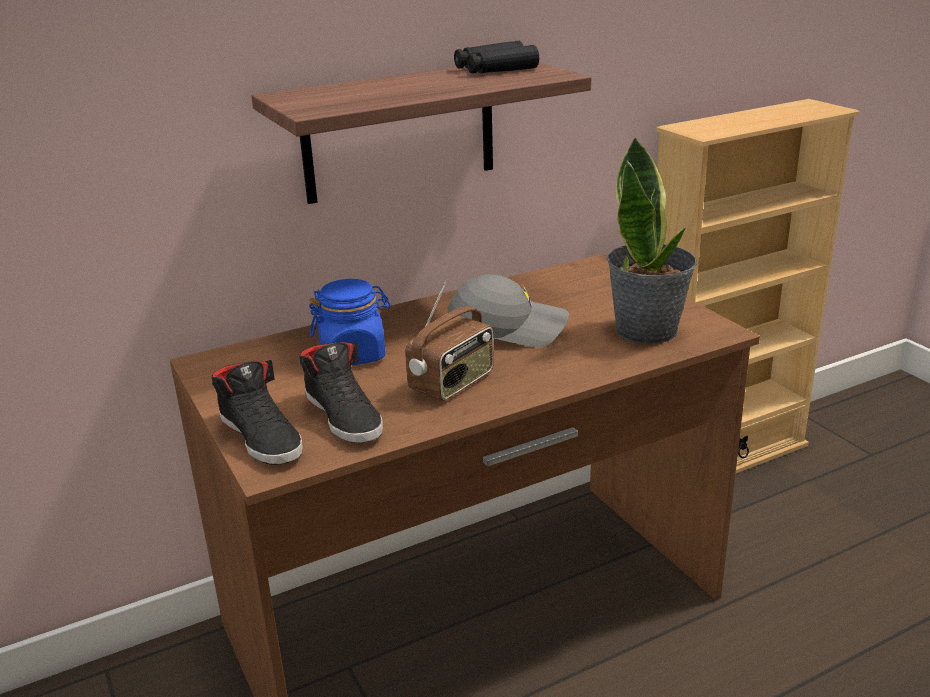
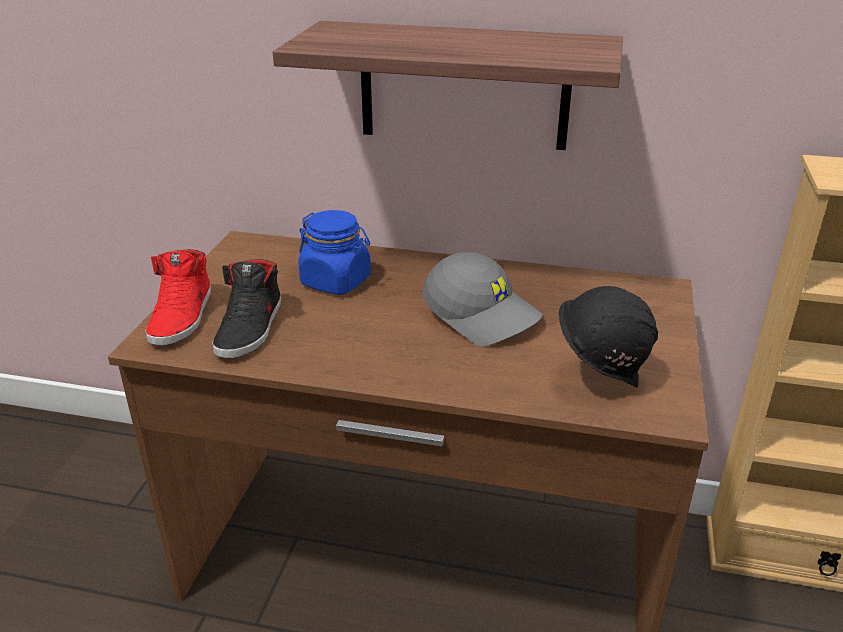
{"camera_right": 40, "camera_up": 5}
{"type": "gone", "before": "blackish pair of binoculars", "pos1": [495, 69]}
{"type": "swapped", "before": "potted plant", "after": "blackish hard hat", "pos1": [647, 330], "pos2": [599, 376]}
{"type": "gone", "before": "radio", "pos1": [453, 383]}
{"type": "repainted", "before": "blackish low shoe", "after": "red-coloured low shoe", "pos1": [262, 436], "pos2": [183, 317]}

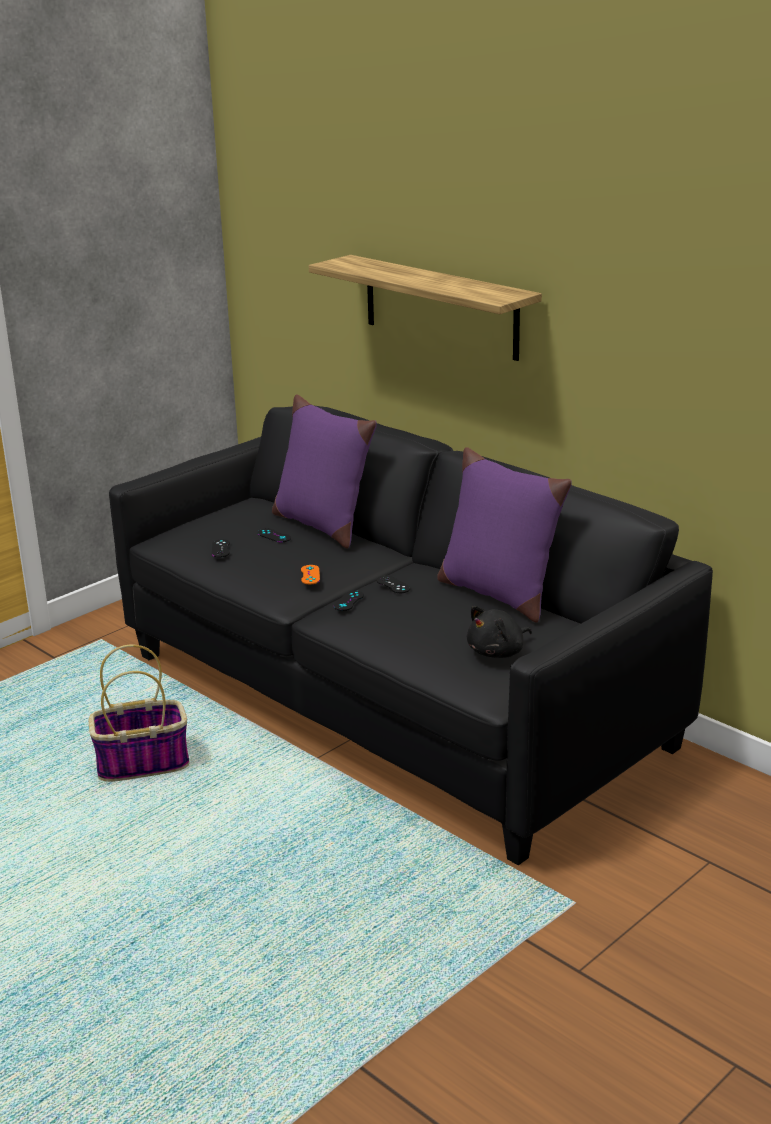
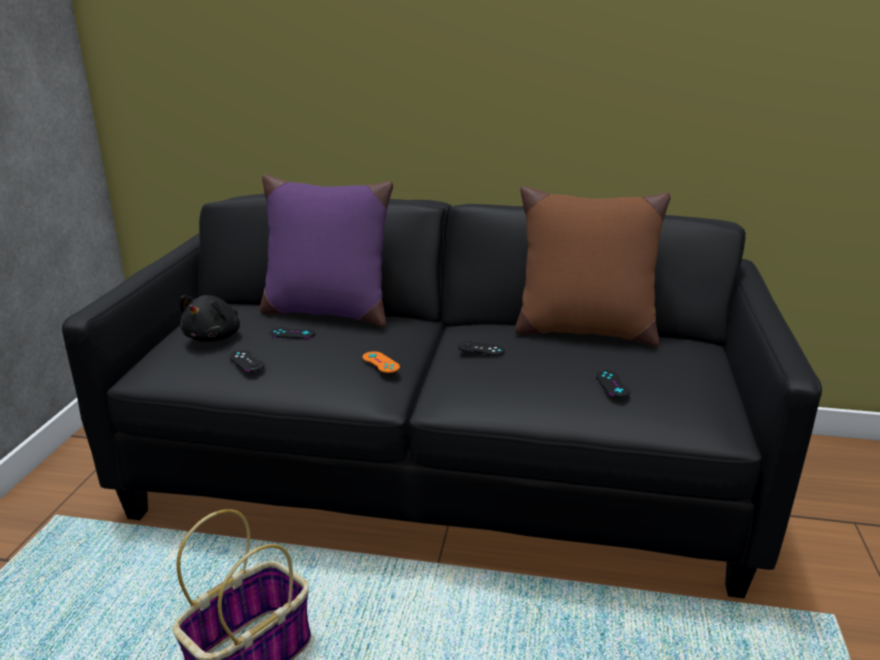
{"camera_right": -35, "camera_up": 0}
{"type": "gone", "before": "bracket shelf", "pos1": [440, 307]}
{"type": "repainted", "before": "purplish cushion", "after": "brownish cushion", "pos1": [498, 593], "pos2": [583, 331]}
{"type": "shifted", "before": "blackish gamepad", "pos1": [349, 601], "pos2": [612, 384]}
{"type": "shifted", "before": "blackish plush toy", "pos1": [498, 652], "pos2": [214, 337]}

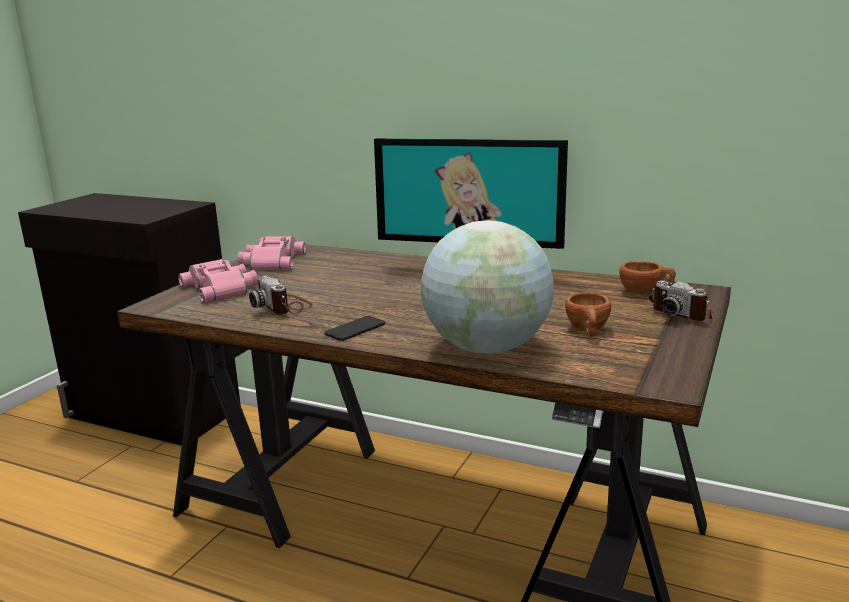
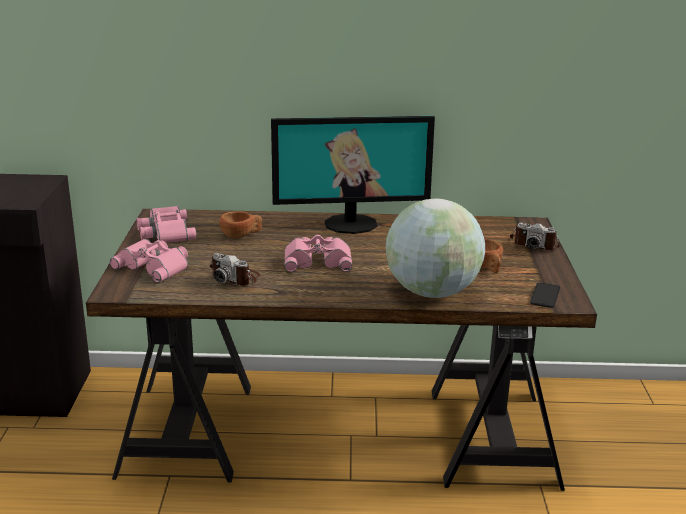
{"camera_right": -25, "camera_up": 5}
{"type": "shifted", "before": "brownish cup", "pos1": [646, 292], "pos2": [241, 236]}
{"type": "shifted", "before": "phone", "pos1": [355, 329], "pos2": [545, 296]}
{"type": "new", "after": "pink pair of binoculars", "pos2": [318, 260]}

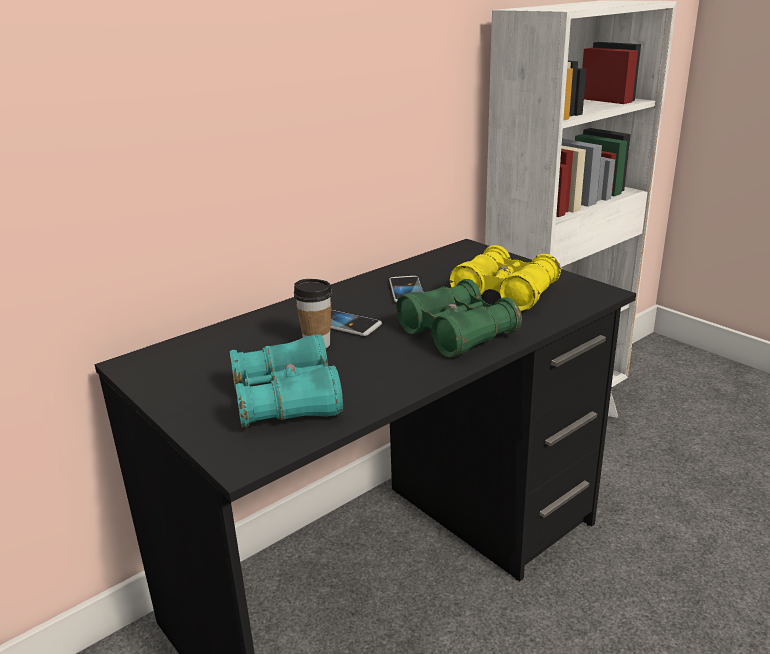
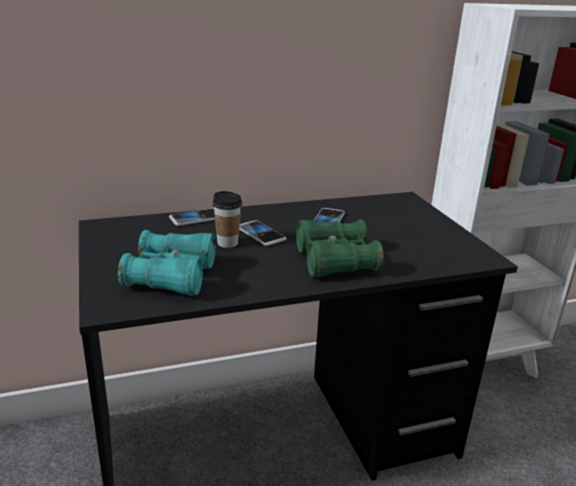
{"camera_right": 20, "camera_up": 0}
{"type": "gone", "before": "yellow-coloured pair of binoculars", "pos1": [505, 293]}
{"type": "new", "after": "phone", "pos2": [196, 218]}

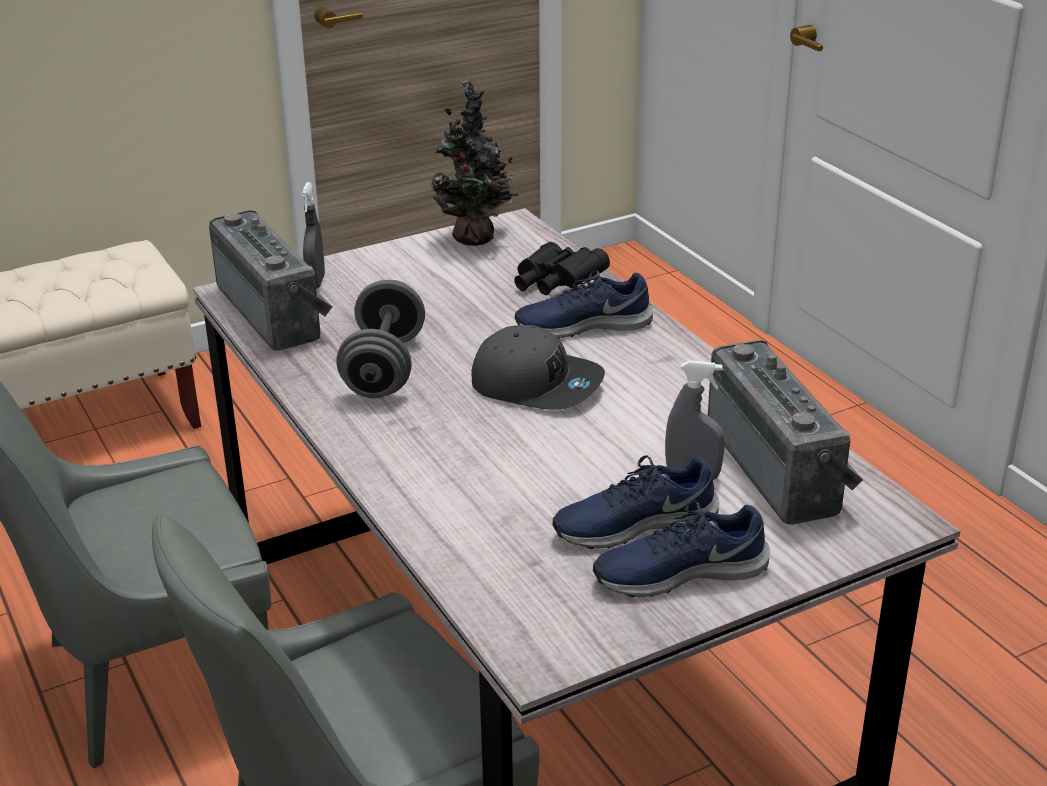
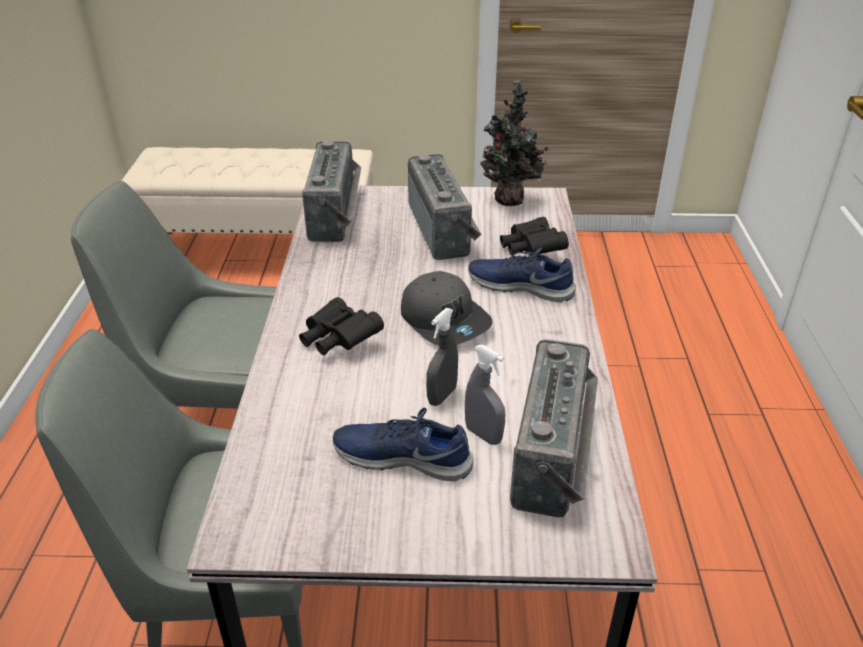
{"camera_right": 30, "camera_up": 5}
{"type": "shifted", "before": "gray sprayer", "pos1": [316, 282], "pos2": [442, 396]}
{"type": "gone", "before": "gray free weight", "pos1": [384, 368]}
{"type": "gone", "before": "blue-coloured low shoe", "pos1": [679, 572]}
{"type": "new", "after": "radio", "pos2": [444, 230]}
{"type": "new", "after": "blackish pair of binoculars", "pos2": [338, 340]}

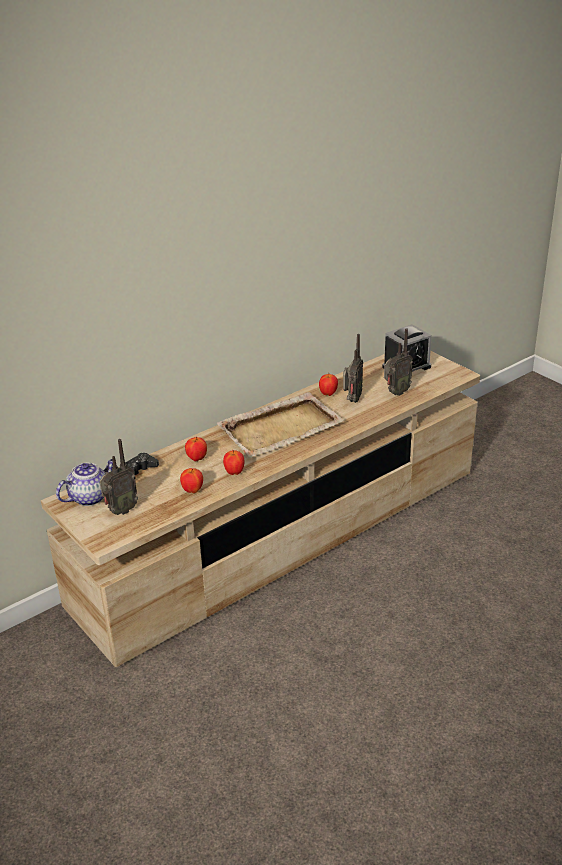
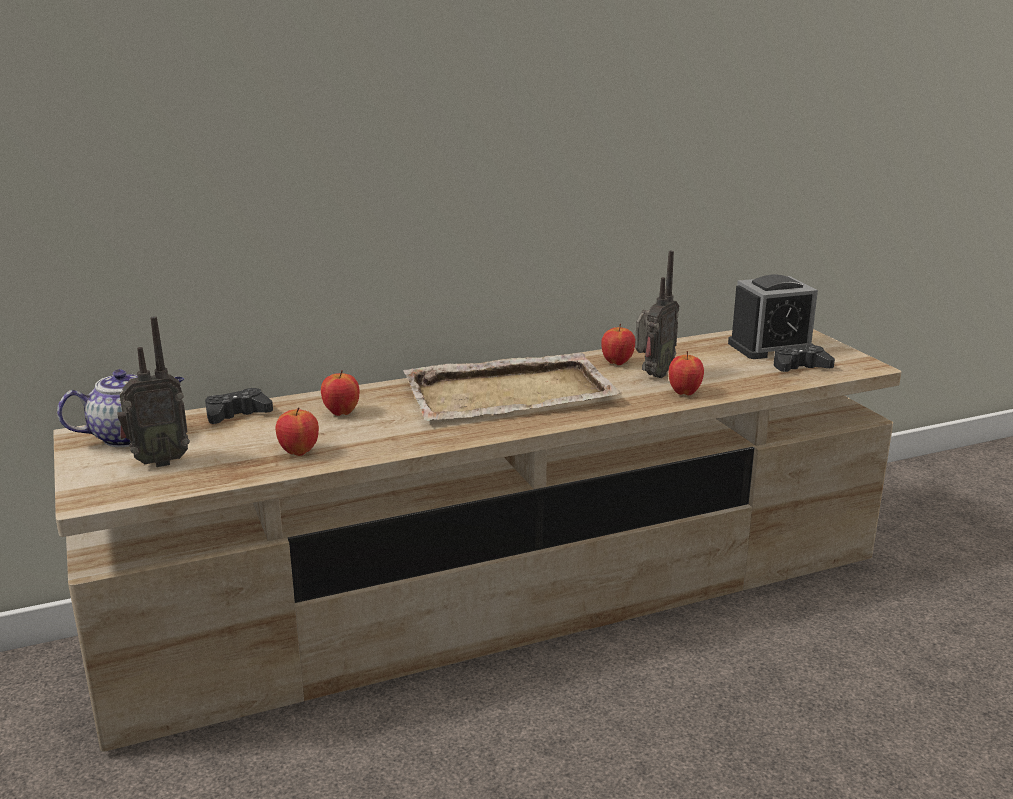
{"camera_right": 15, "camera_up": -10}
{"type": "gone", "before": "radio", "pos1": [395, 393]}
{"type": "shifted", "before": "apple fruit", "pos1": [234, 472], "pos2": [684, 393]}
{"type": "new", "after": "blackish gamepad", "pos2": [799, 367]}

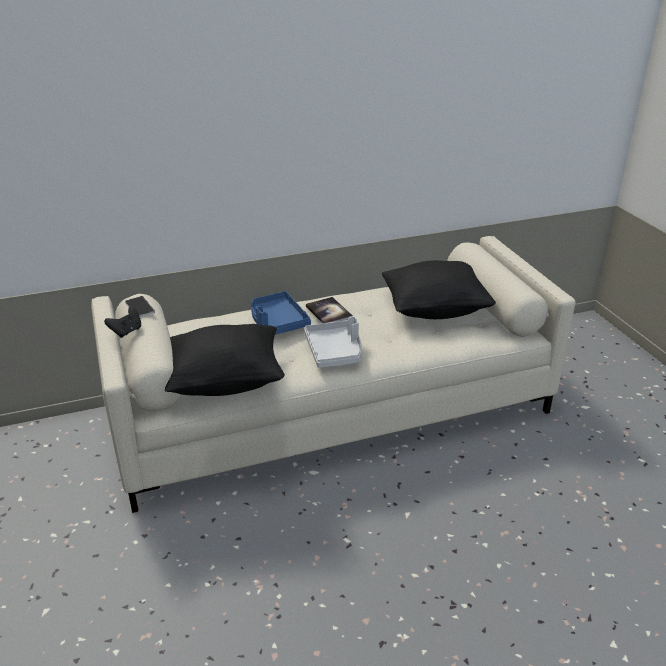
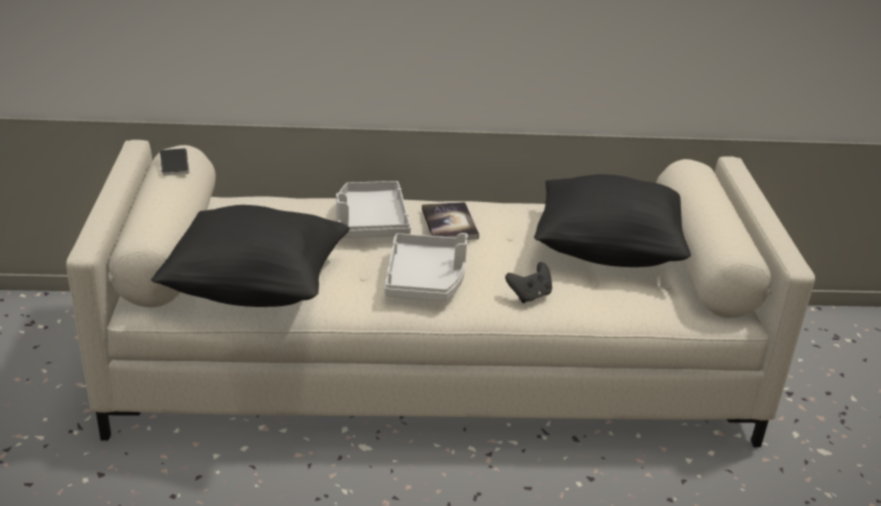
{"camera_right": 15, "camera_up": 0}
{"type": "repainted", "before": "blue-coloured carrying tray", "after": "gray carrying tray", "pos1": [277, 322], "pos2": [370, 222]}
{"type": "shifted", "before": "blackish gamepad", "pos1": [126, 332], "pos2": [530, 295]}

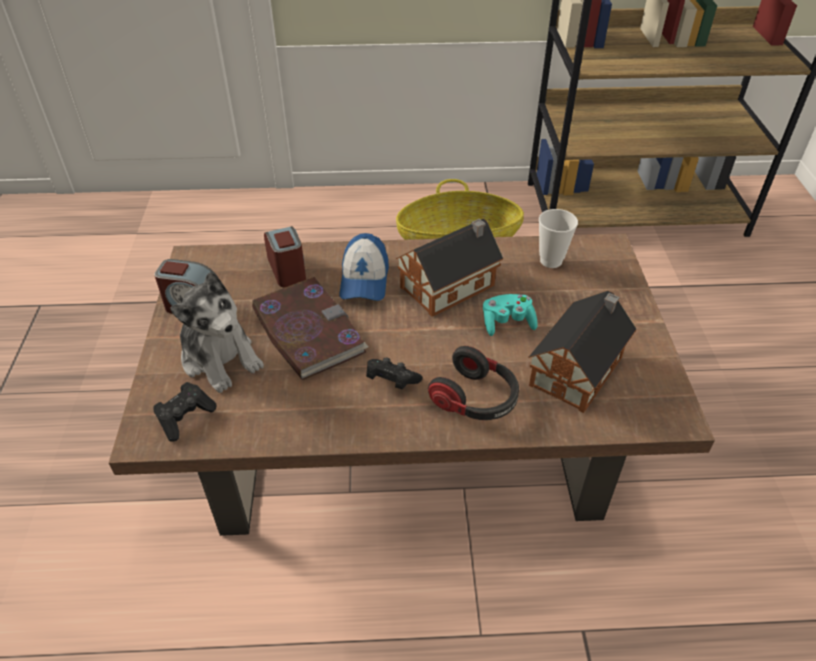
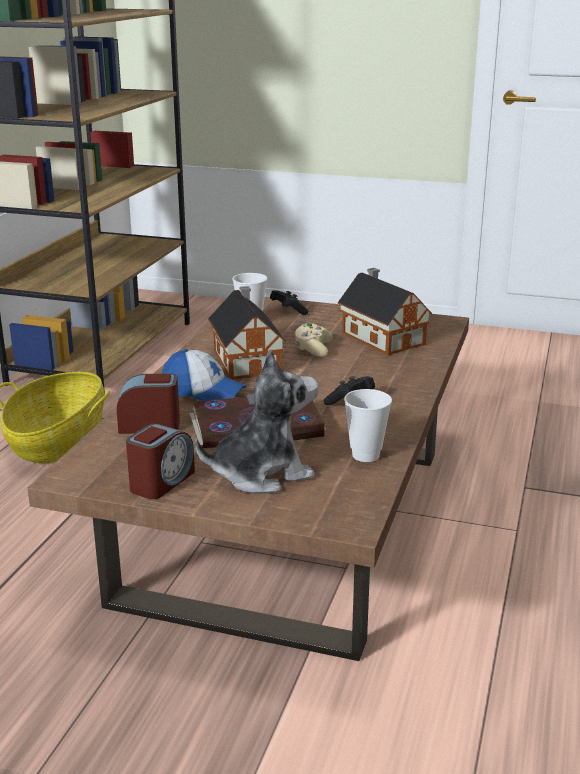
{"camera_right": -70, "camera_up": -20}
{"type": "repainted", "before": "turquoise gamepad", "after": "beige-coloured gamepad", "pos1": [507, 323], "pos2": [313, 349]}
{"type": "gone", "before": "pair of headphones", "pos1": [476, 399]}
{"type": "shifted", "before": "blackish gamepad", "pos1": [185, 417], "pos2": [288, 311]}
{"type": "new", "after": "cup", "pos2": [365, 455]}

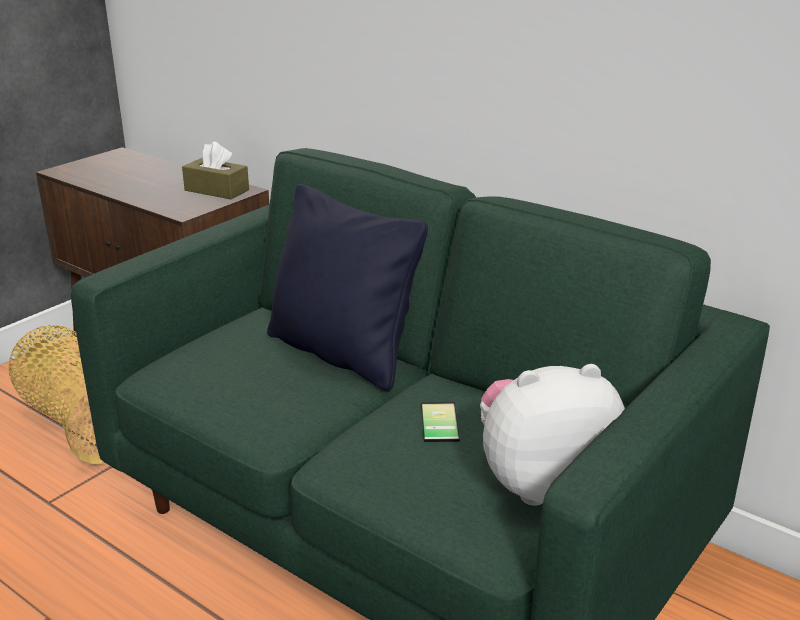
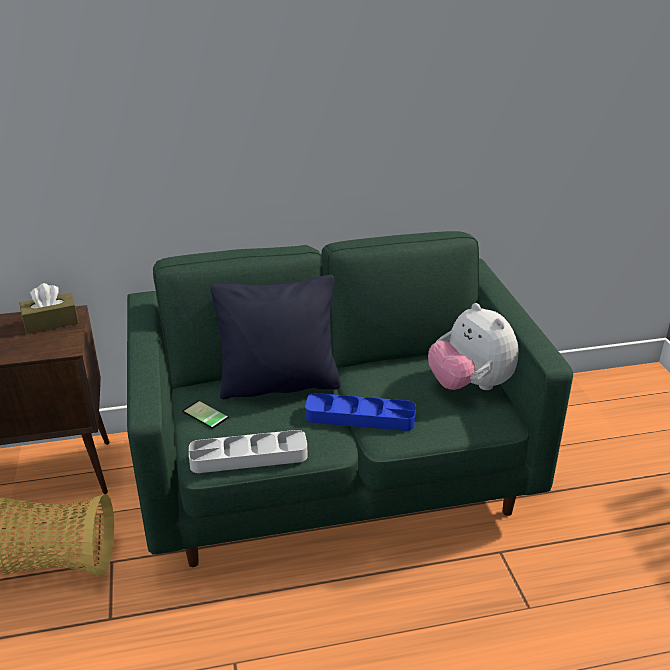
{"camera_right": -50, "camera_up": 5}
{"type": "rotated", "before": "plush toy", "pos1": [542, 483], "pos2": [470, 385], "turn": -60}
{"type": "shifted", "before": "phone", "pos1": [435, 422], "pos2": [203, 416]}
{"type": "new", "after": "blue-coloured carrying tray", "pos2": [360, 417]}
{"type": "new", "after": "gray carrying tray", "pos2": [248, 457]}

